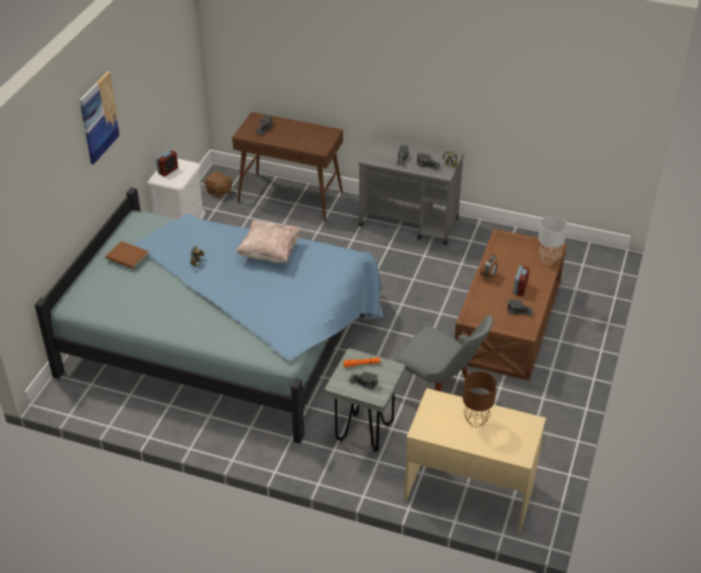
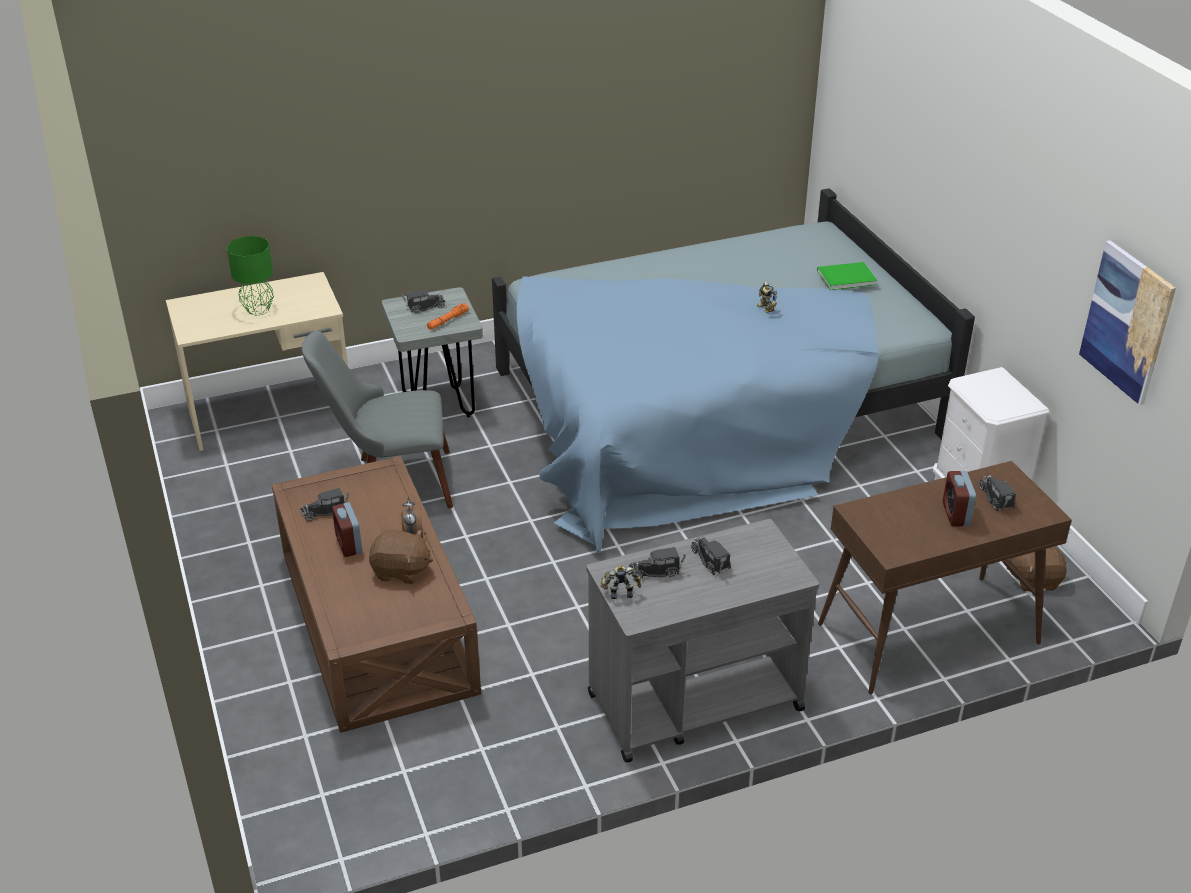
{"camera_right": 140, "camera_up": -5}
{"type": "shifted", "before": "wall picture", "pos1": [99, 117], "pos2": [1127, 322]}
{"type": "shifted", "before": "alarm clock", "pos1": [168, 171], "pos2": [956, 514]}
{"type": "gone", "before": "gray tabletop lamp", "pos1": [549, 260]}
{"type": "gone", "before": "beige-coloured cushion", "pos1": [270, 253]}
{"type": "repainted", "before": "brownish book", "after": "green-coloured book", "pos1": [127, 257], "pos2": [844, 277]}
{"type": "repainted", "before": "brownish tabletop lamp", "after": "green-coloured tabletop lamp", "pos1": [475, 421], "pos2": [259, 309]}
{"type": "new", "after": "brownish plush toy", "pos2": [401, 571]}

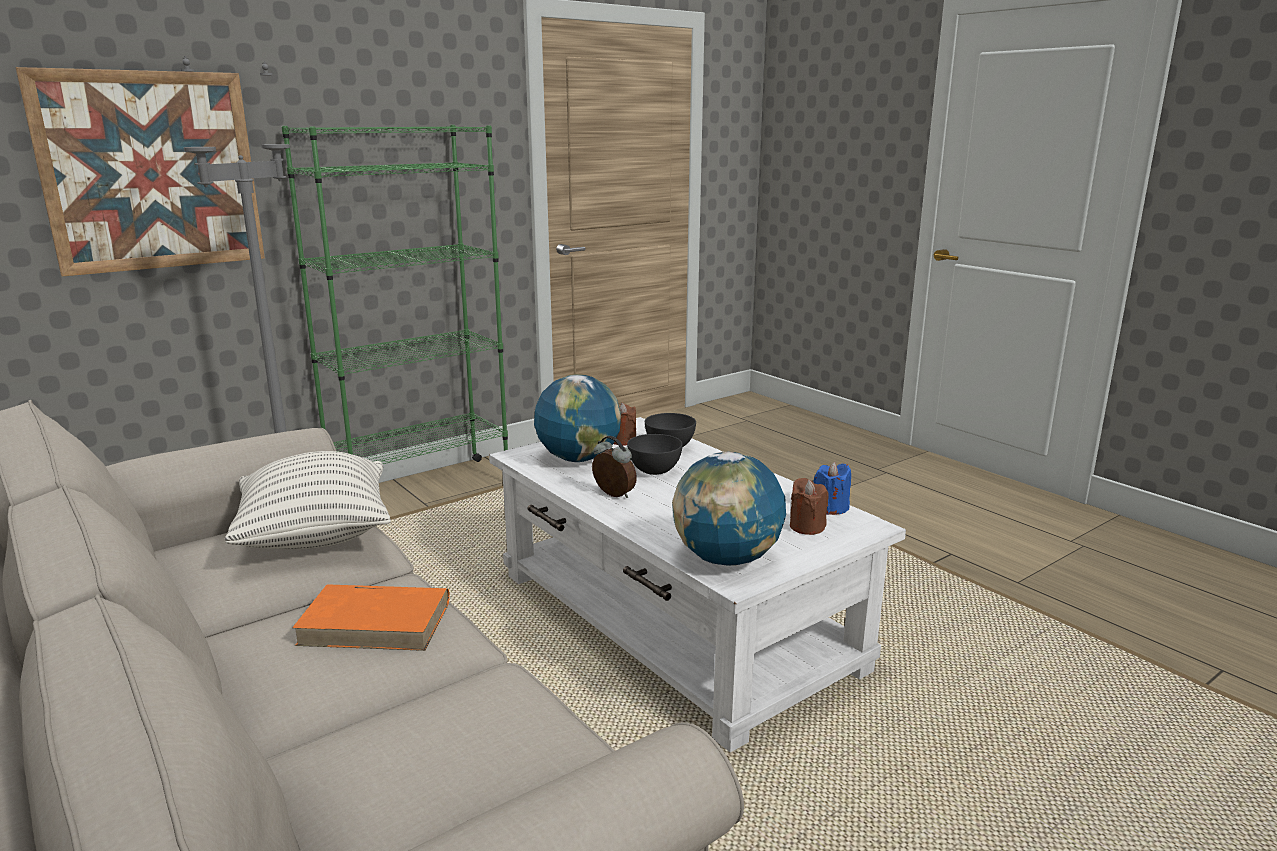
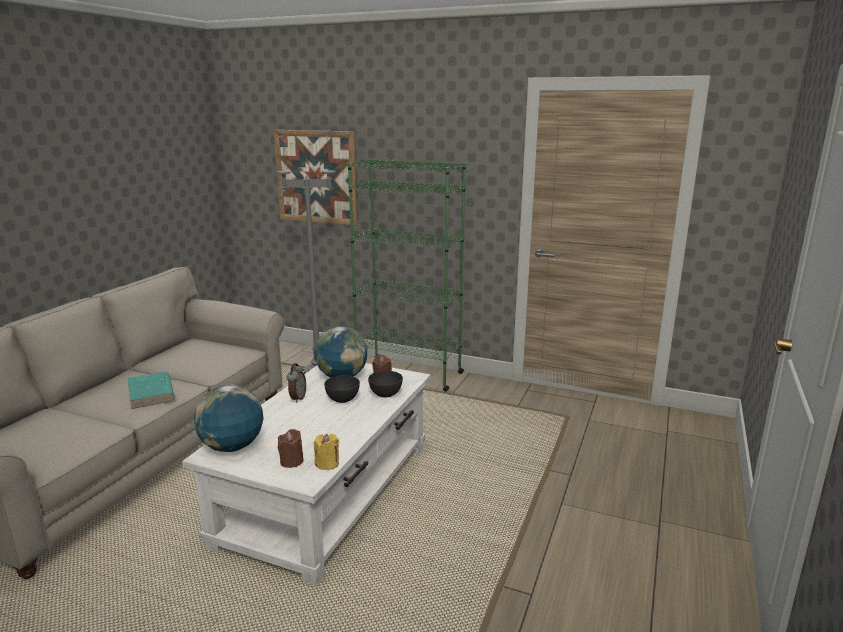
{"camera_right": 60, "camera_up": 0}
{"type": "gone", "before": "cushion", "pos1": [316, 537]}
{"type": "repainted", "before": "blue-coloured wax light", "after": "yellow-coloured wax light", "pos1": [830, 508], "pos2": [327, 464]}
{"type": "repainted", "before": "orange-coloured book", "after": "turquoise book", "pos1": [377, 623], "pos2": [151, 393]}

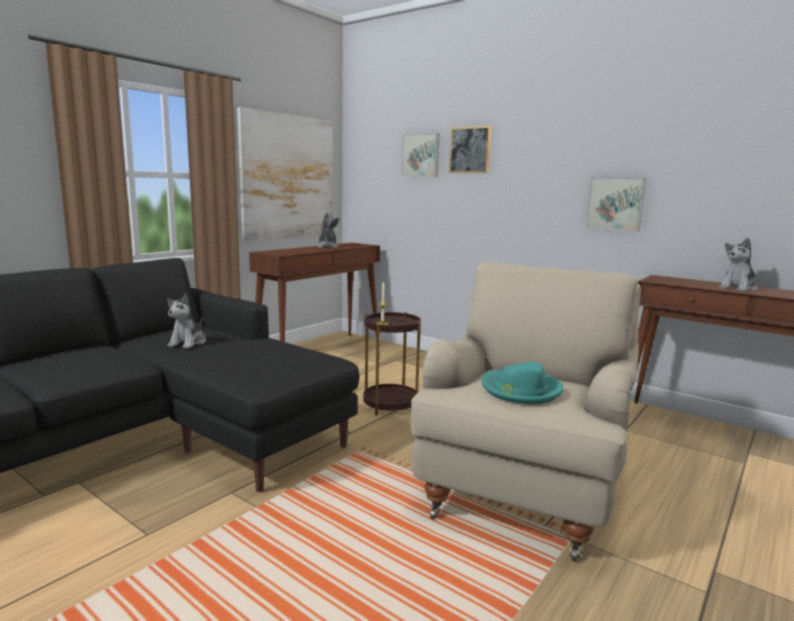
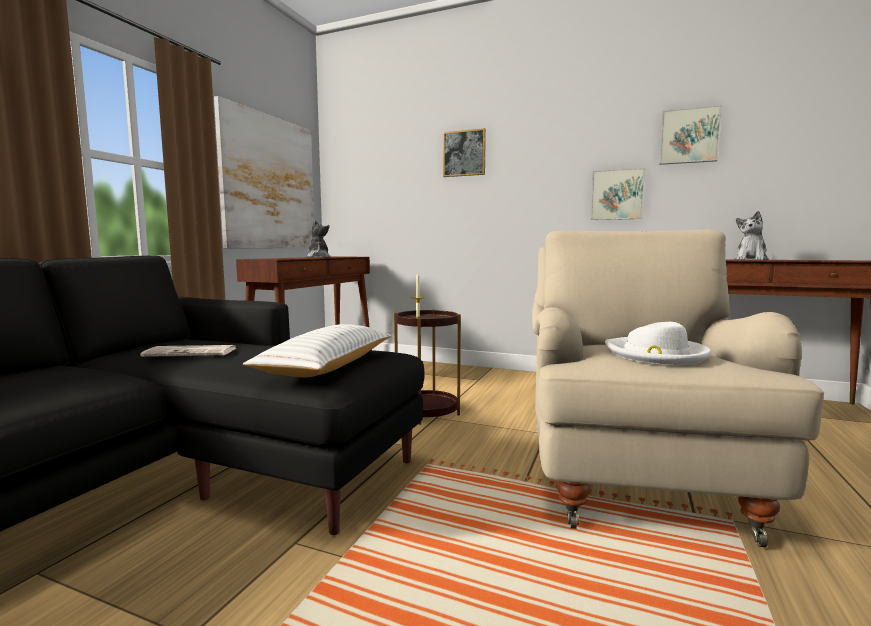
{"camera_right": -15, "camera_up": -5}
{"type": "shifted", "before": "wall picture", "pos1": [421, 155], "pos2": [689, 136]}
{"type": "swapped", "before": "plush toy", "after": "newspaper", "pos1": [188, 343], "pos2": [192, 352]}
{"type": "repainted", "before": "turquoise wearable hat", "after": "whitish wearable hat", "pos1": [520, 390], "pos2": [656, 354]}
{"type": "new", "after": "whitish cushion", "pos2": [327, 366]}

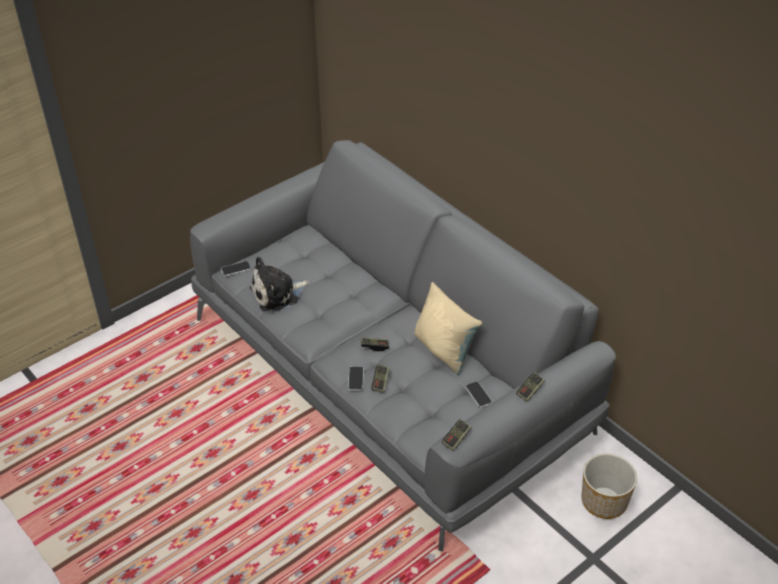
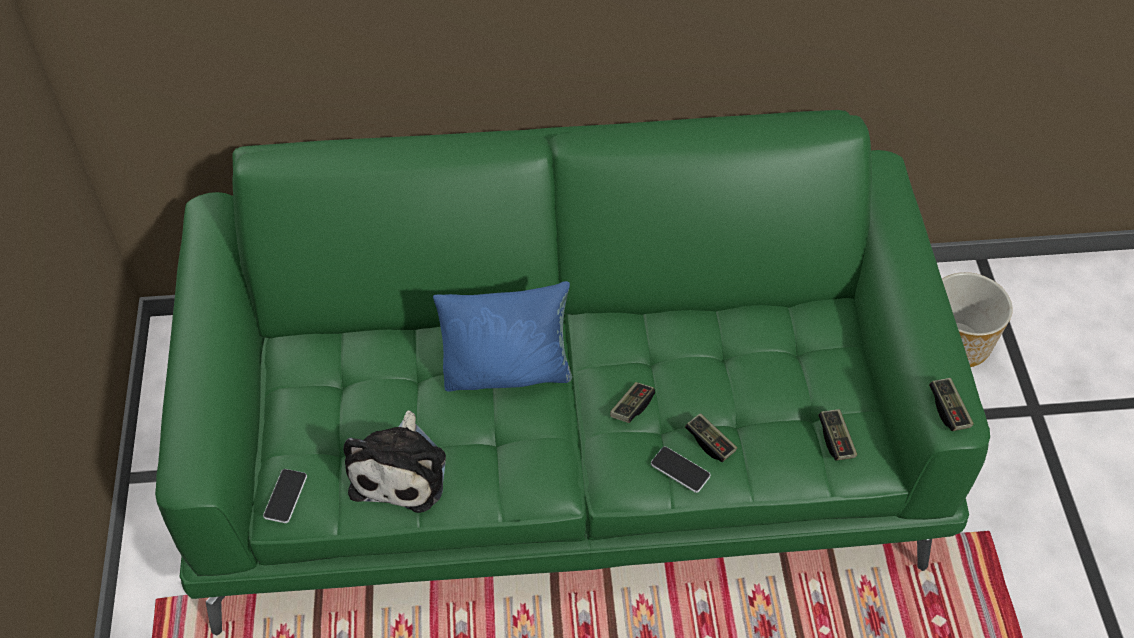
{"camera_right": -55, "camera_up": 10}
{"type": "repainted", "before": "gray sofa", "after": "green-coloured sofa", "pos1": [389, 376], "pos2": [566, 440]}
{"type": "gone", "before": "beige-coloured cushion", "pos1": [444, 350]}
{"type": "shifted", "before": "gamepad", "pos1": [530, 390], "pos2": [836, 439]}
{"type": "gone", "before": "phone", "pos1": [478, 395]}
{"type": "new", "after": "blue-coloured cushion", "pos2": [508, 371]}

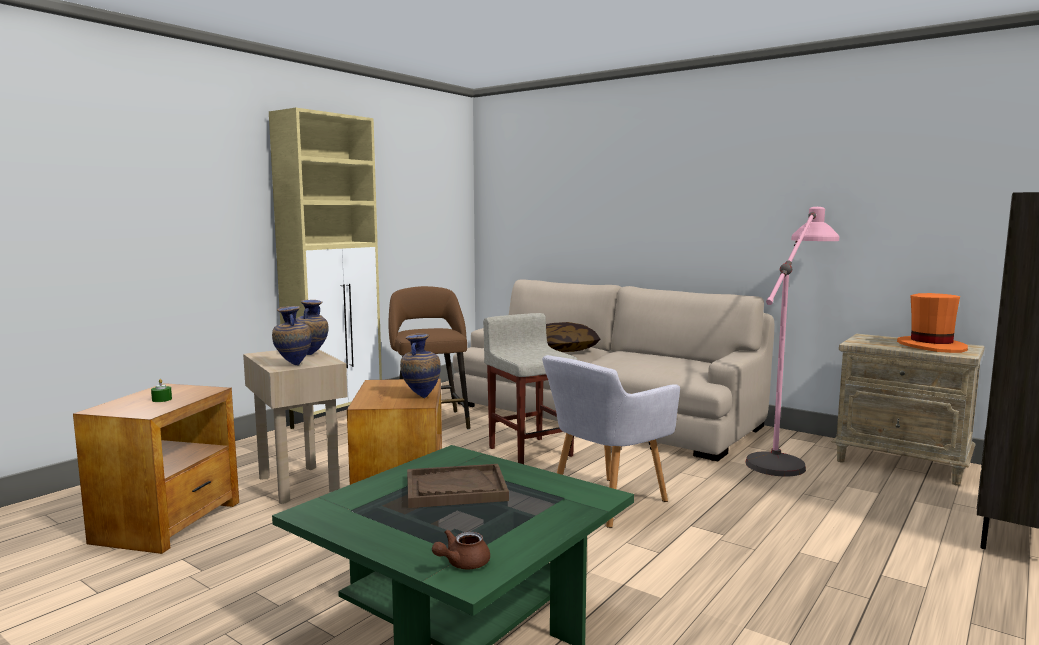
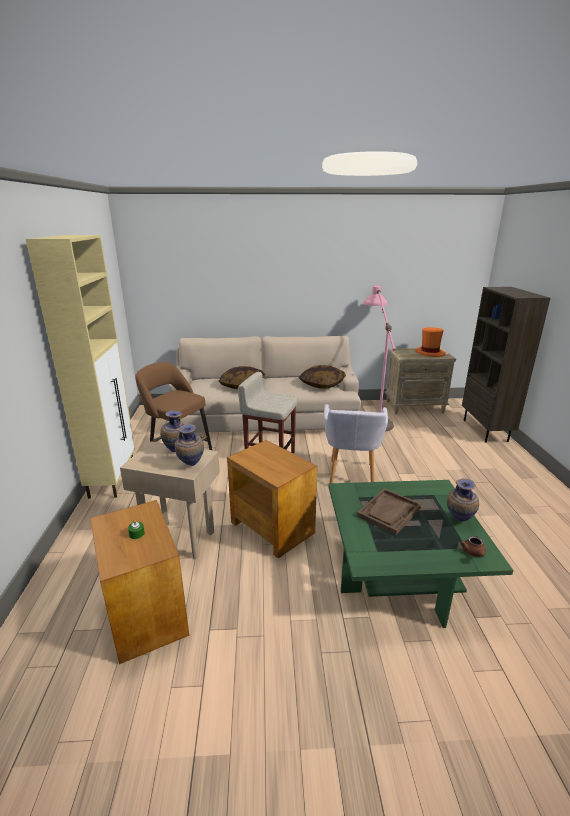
{"camera_right": -40, "camera_up": 15}
{"type": "shifted", "before": "vase", "pos1": [420, 397], "pos2": [458, 521]}
{"type": "new", "after": "cushion", "pos2": [322, 384]}

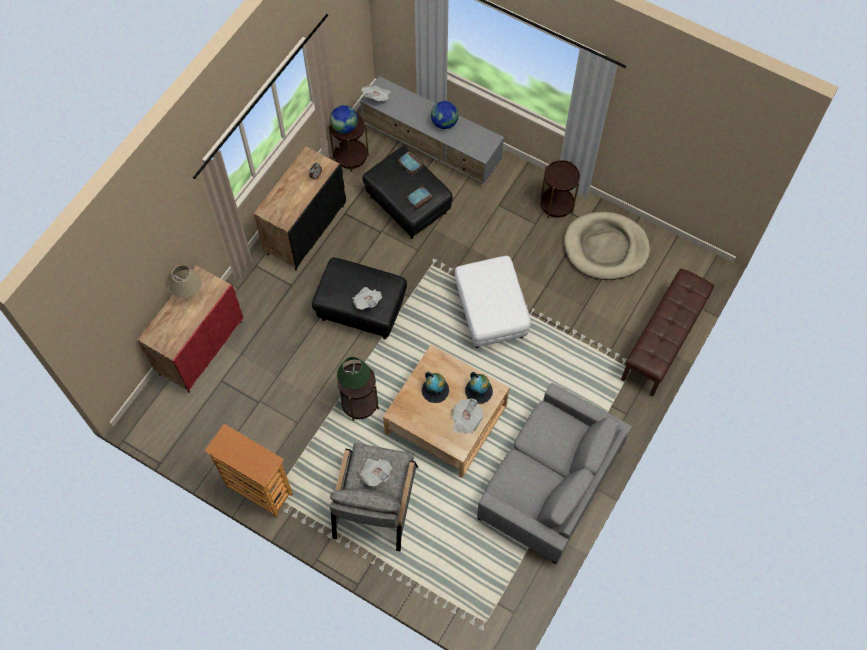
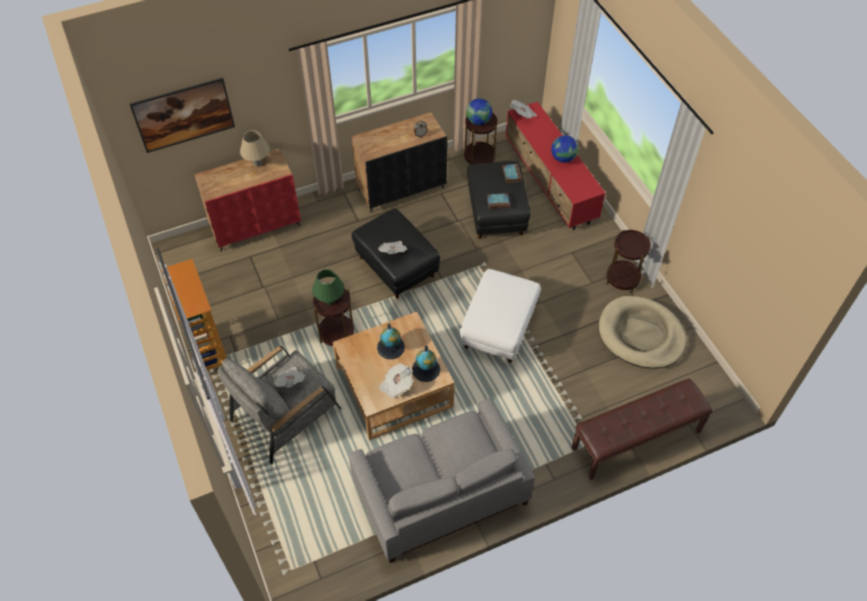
{"camera_right": 35, "camera_up": -10}
{"type": "repainted", "before": "gray media console", "after": "red-coloured media console", "pos1": [431, 147], "pos2": [549, 182]}
{"type": "new", "after": "wall picture", "pos2": [187, 127]}

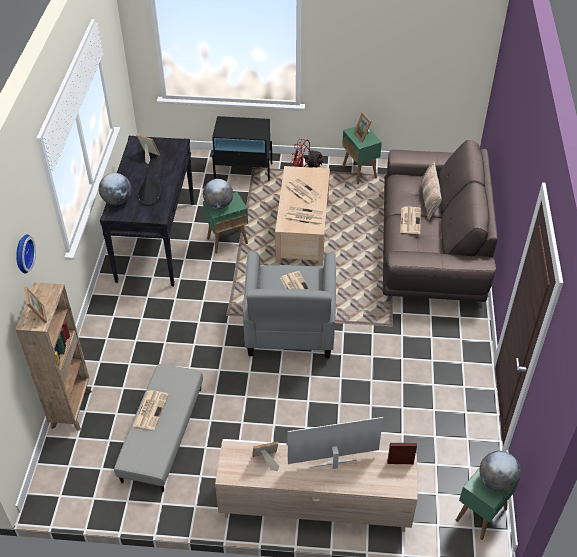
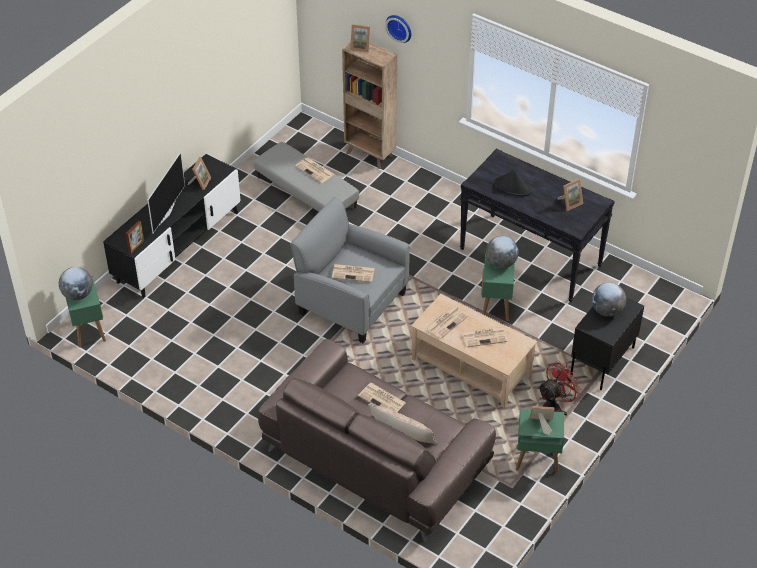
{"camera_right": 120, "camera_up": 0}
{"type": "shifted", "before": "globe", "pos1": [117, 201], "pos2": [607, 311]}
{"type": "repainted", "before": "beige-coloured media console", "after": "blackish media console", "pos1": [315, 505], "pos2": [178, 247]}

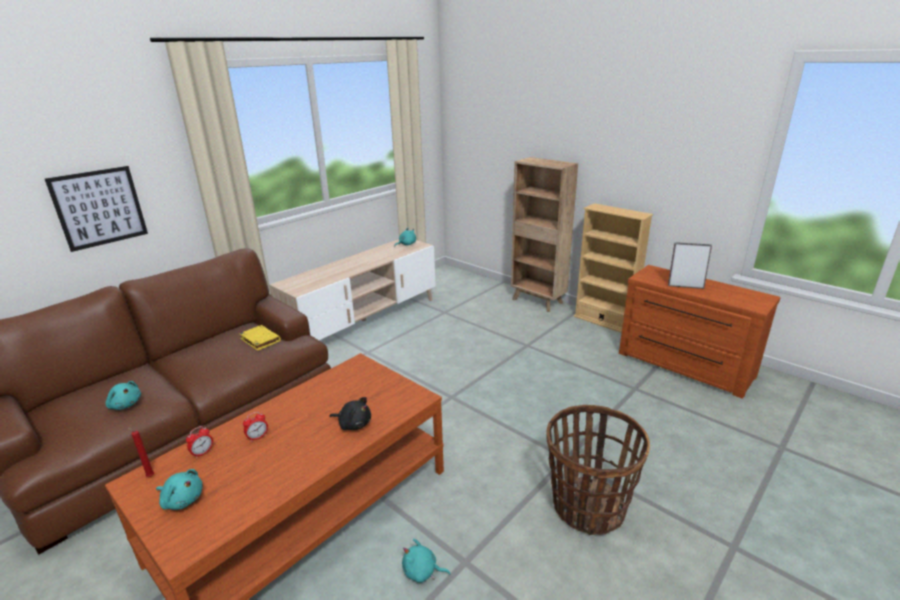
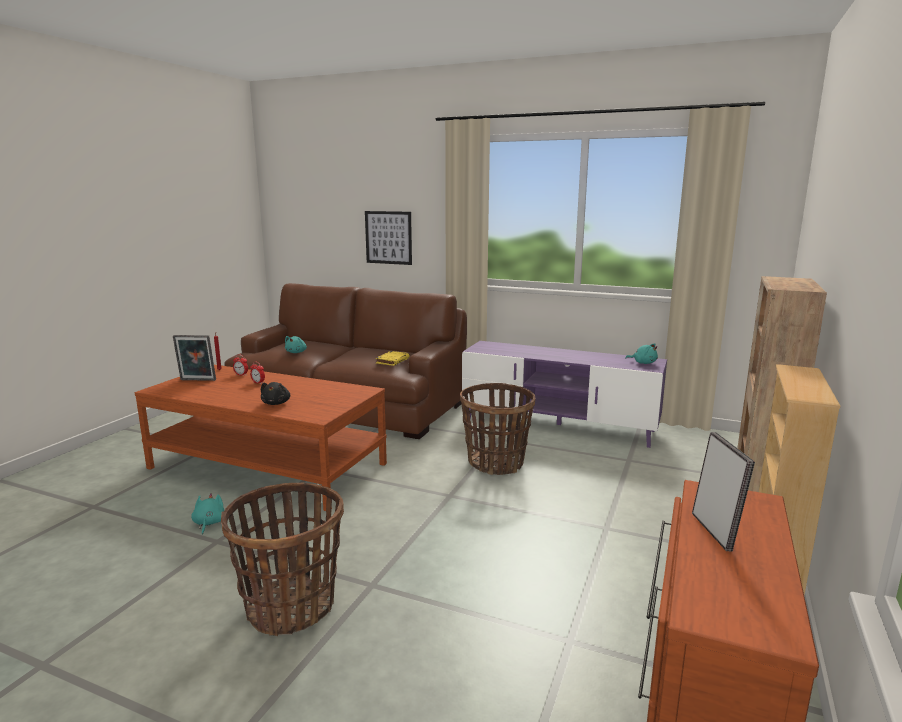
{"camera_right": 70, "camera_up": -10}
{"type": "repainted", "before": "beige-coloured media console", "after": "purplish media console", "pos1": [364, 320], "pos2": [558, 425]}
{"type": "swapped", "before": "turquoise plush toy", "after": "photo frame", "pos1": [182, 499], "pos2": [197, 380]}
{"type": "new", "after": "storage basket", "pos2": [496, 463]}

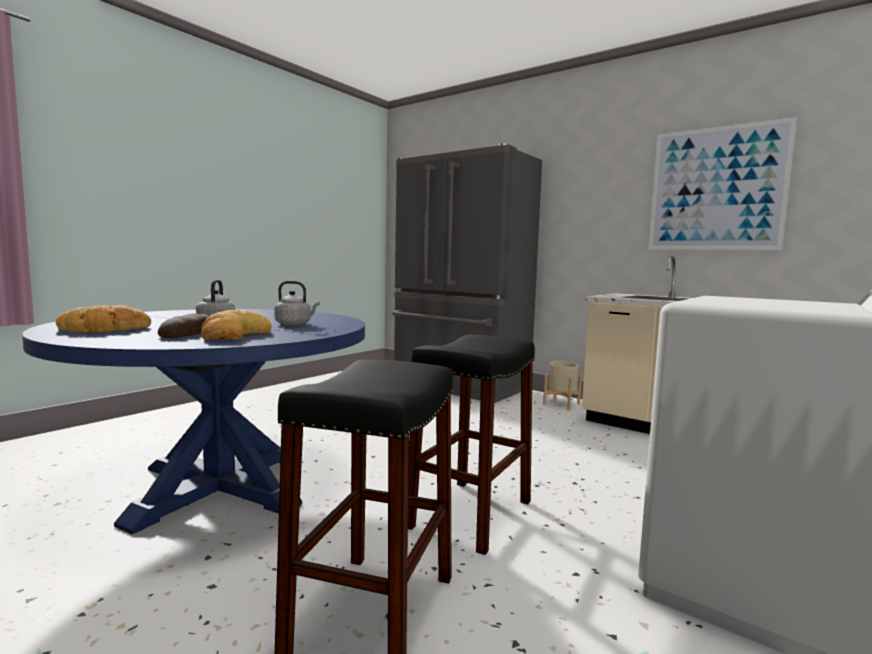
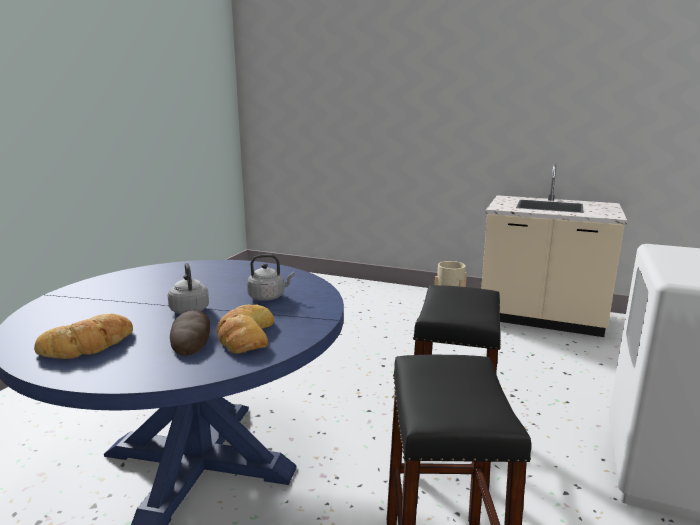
{"camera_right": -15, "camera_up": 10}
{"type": "gone", "before": "wall picture", "pos1": [716, 189]}
{"type": "gone", "before": "gray fridge", "pos1": [458, 387]}

